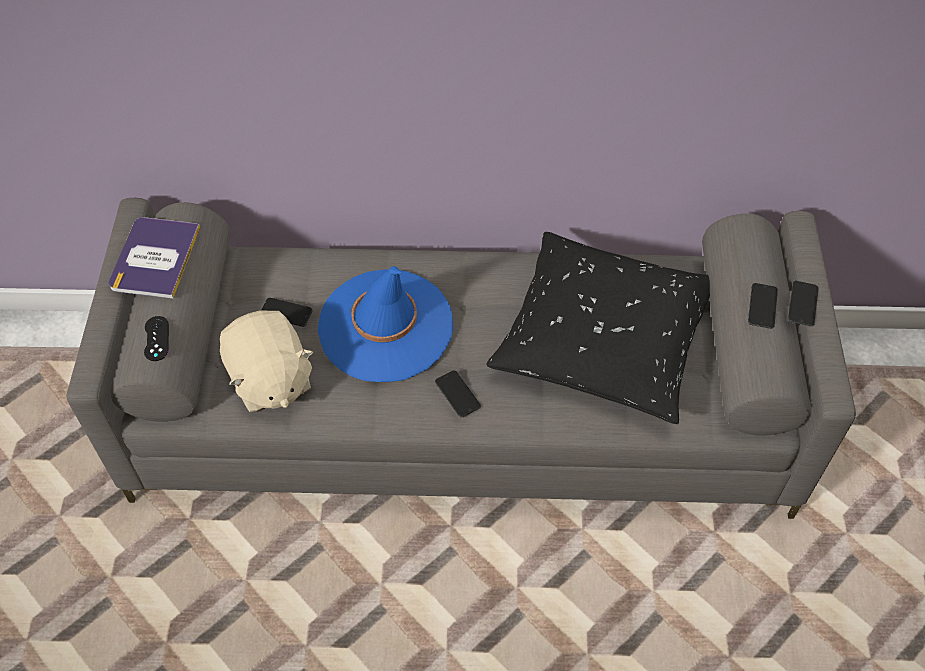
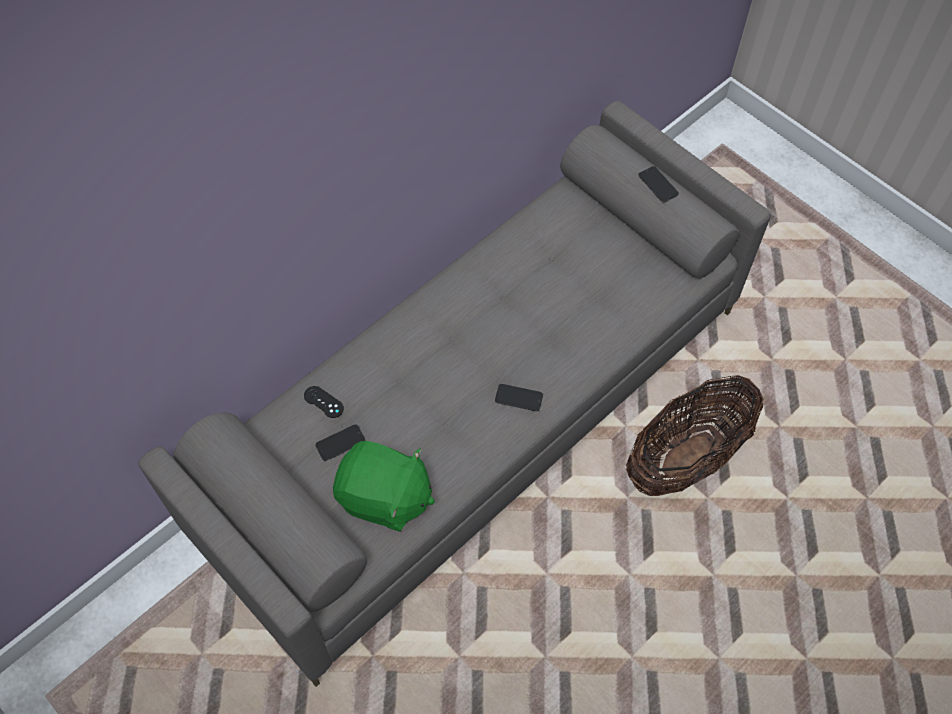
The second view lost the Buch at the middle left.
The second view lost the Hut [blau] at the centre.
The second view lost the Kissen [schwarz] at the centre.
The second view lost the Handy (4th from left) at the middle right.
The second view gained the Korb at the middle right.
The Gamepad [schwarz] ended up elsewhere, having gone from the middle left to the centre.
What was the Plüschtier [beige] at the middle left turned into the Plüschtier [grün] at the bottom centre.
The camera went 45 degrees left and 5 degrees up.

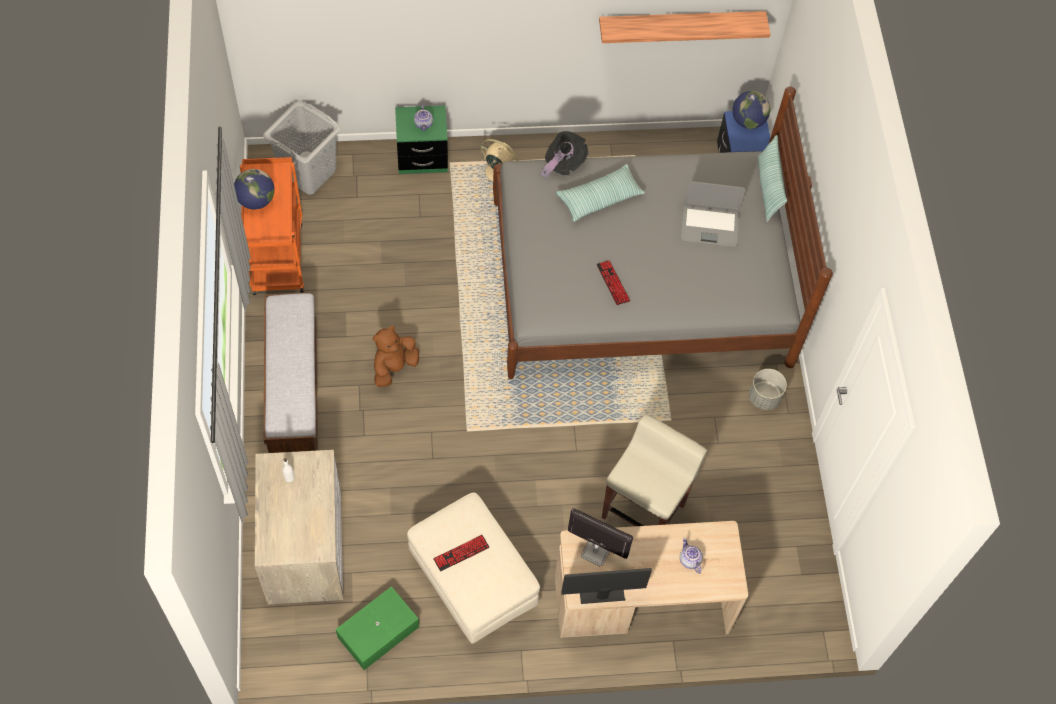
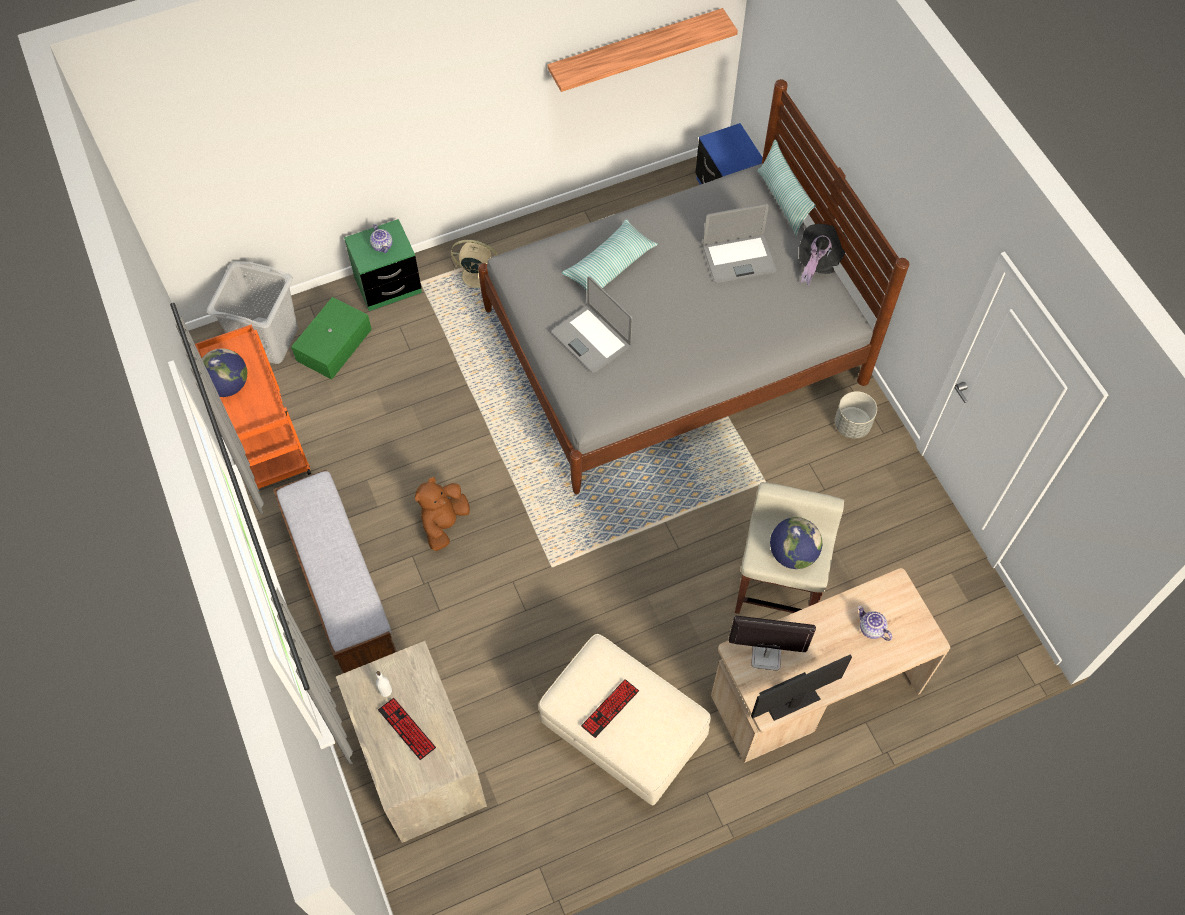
The second view gained the Laptop (1st from left) at the centre.
The Aufbewahrungsbox [grün] ended up elsewhere, having gone from the bottom centre to the middle left.
The Hut [schwarz] ended up elsewhere, having gone from the top centre to the top right.
The Tastatur (2nd from left in the first image) ended up elsewhere, having gone from the centre to the bottom centre.
The Globus (2nd from left) ended up elsewhere, having gone from the top right to the middle right.
The camera went 15 degrees left and 0 degrees up.

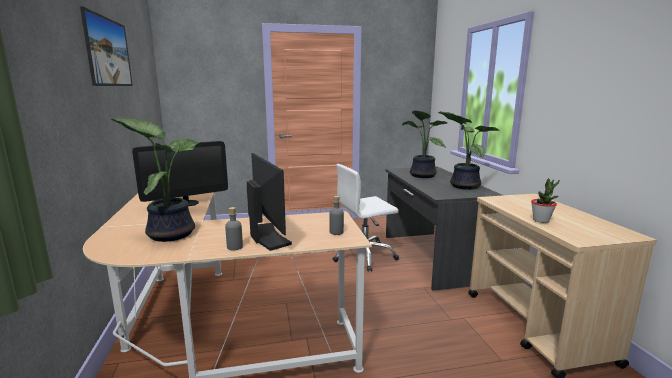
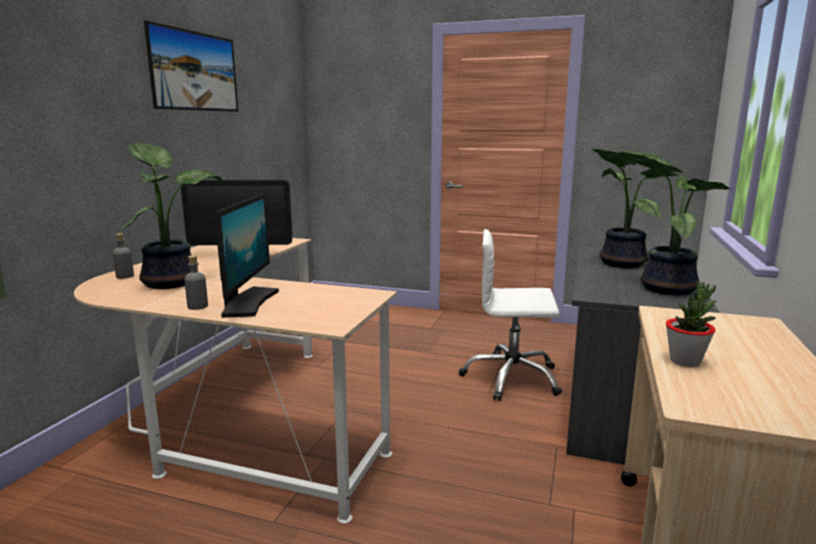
The Flasche [grau] (2nd from left in the first image) ended up elsewhere, having gone from the centre to the middle left.
The camera went 30 degrees right and 0 degrees up.

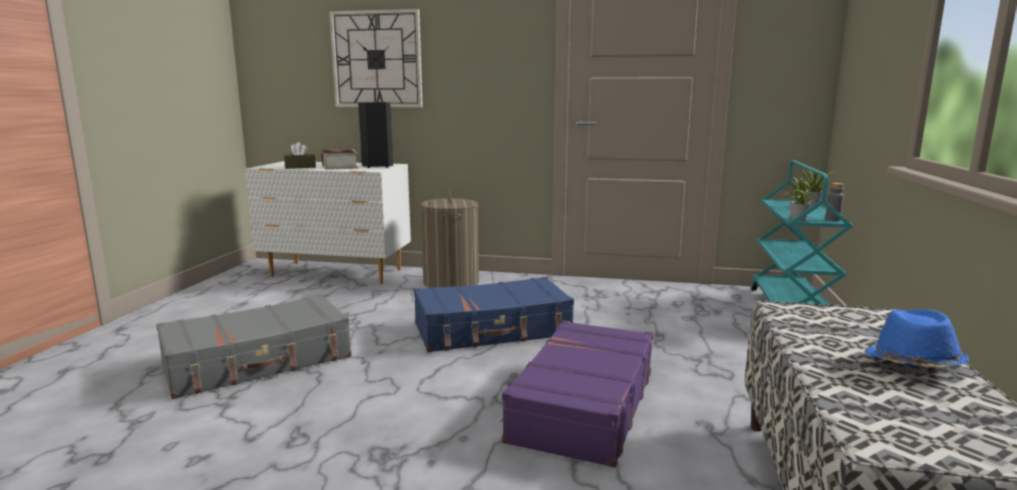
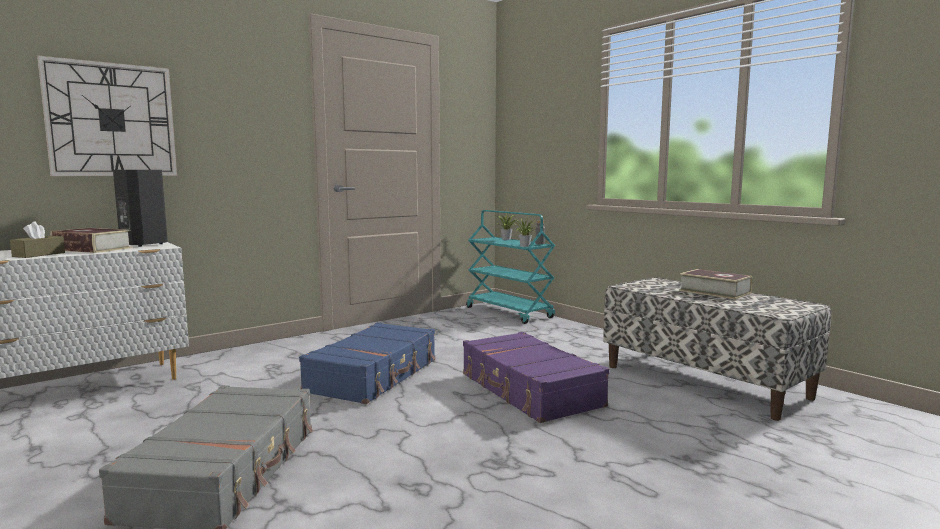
The second view lost the Wäschekorb at the centre.
Where the Hut [blau] stood at the bottom right, the Buch (2nd from left) came to stand at the middle right.
The camera went 50 degrees left and 5 degrees down.

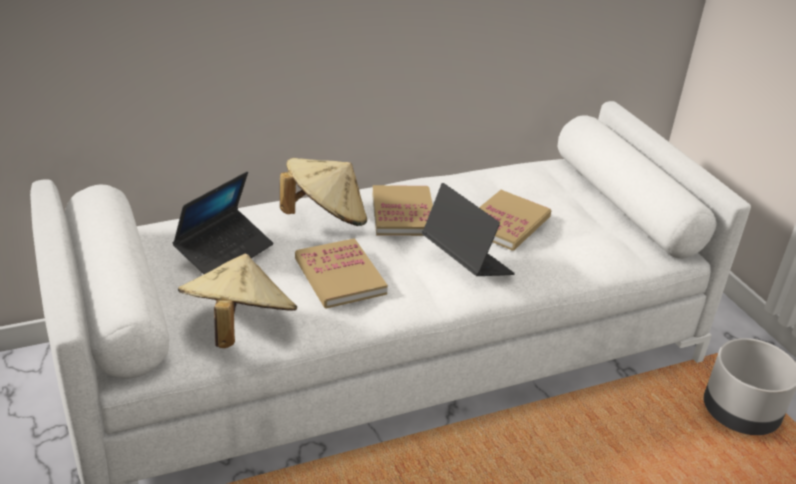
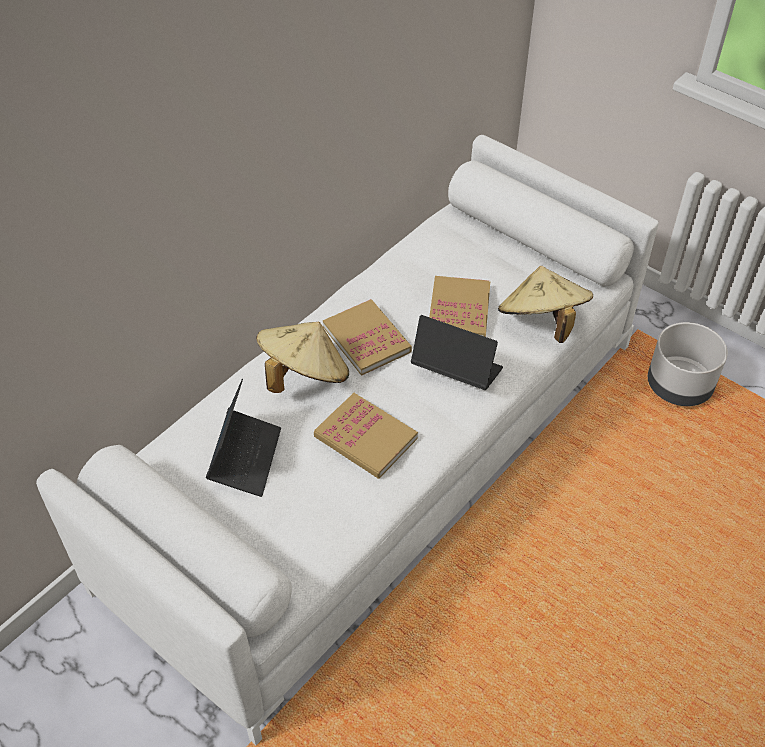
The Hut [beige] (1st from left in the first image) ended up elsewhere, having gone from the middle left to the middle right.
The camera went 25 degrees left and 15 degrees up.

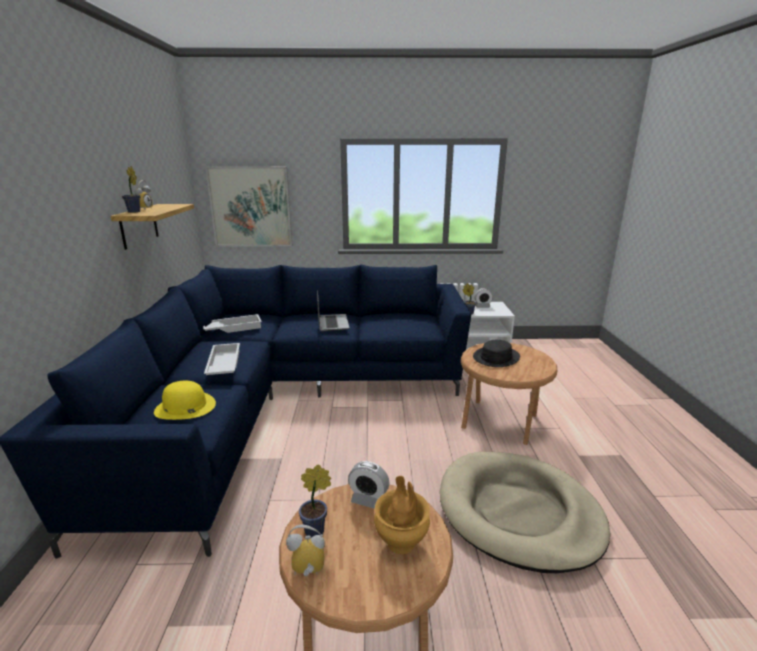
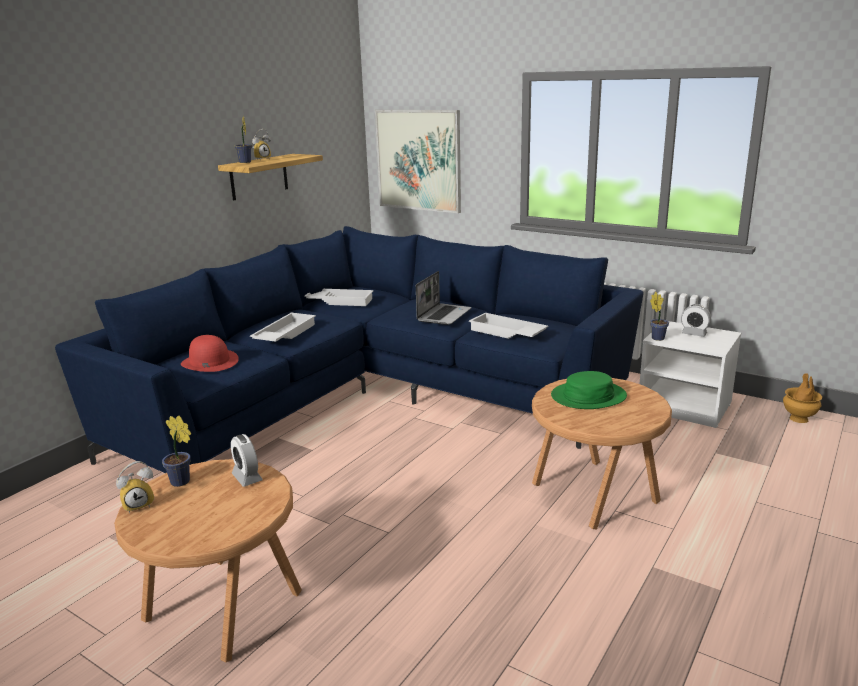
The second view lost the Hundebett [beige] at the bottom right.
The second view gained the Tablett [weiß] (3rd from left) at the centre.
The Vase [braun] ended up elsewhere, having gone from the bottom centre to the middle right.
What was the Hut [gelb] at the middle left turned into the Hut [rot] at the middle left.
What was the Hut [schwarz] at the centre turned into the Hut [grün] at the middle right.
The Wecker (2nd from left in the first image) at the bottom centre ended up facing another way, 120 degrees clockwise from before.
The camera went 35 degrees right and 0 degrees up.

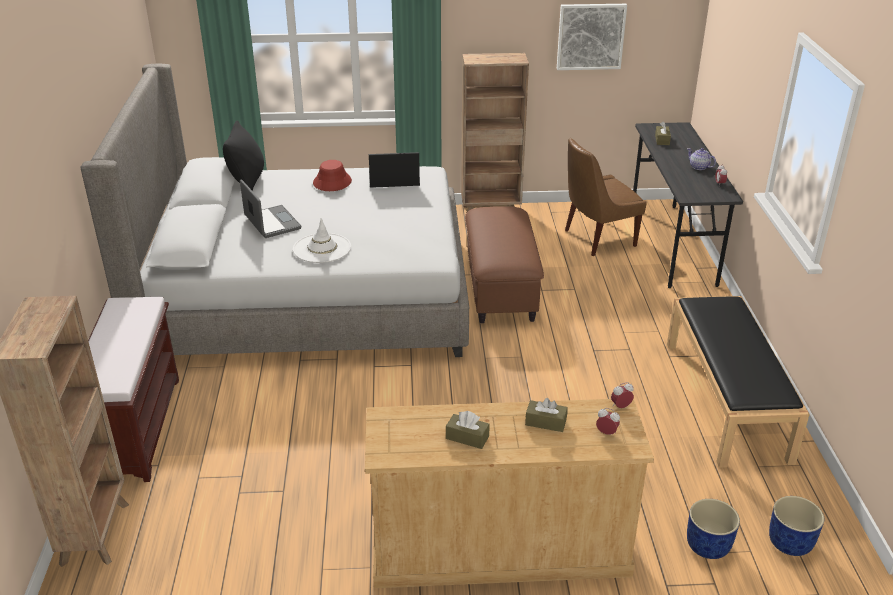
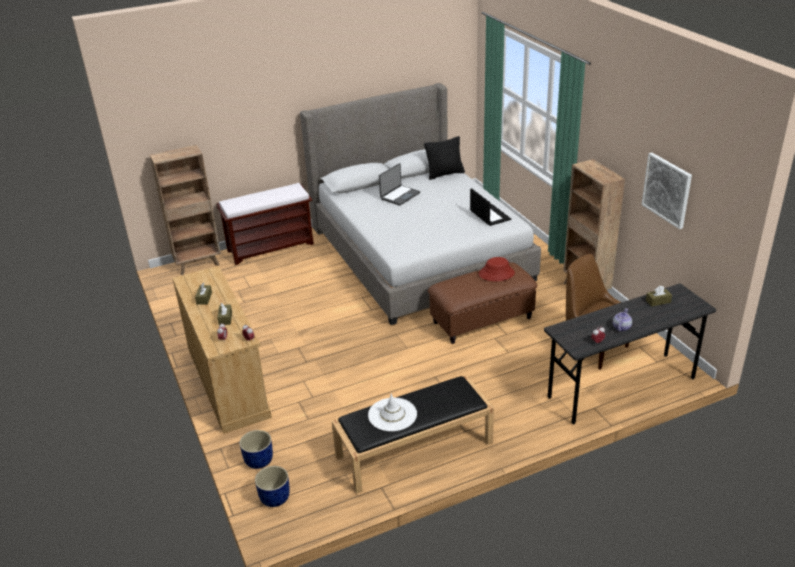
The Hut [weiß] ended up elsewhere, having gone from the centre to the bottom centre.
The Hut [rot] ended up elsewhere, having gone from the top centre to the centre.
The camera went 70 degrees right and 0 degrees up.

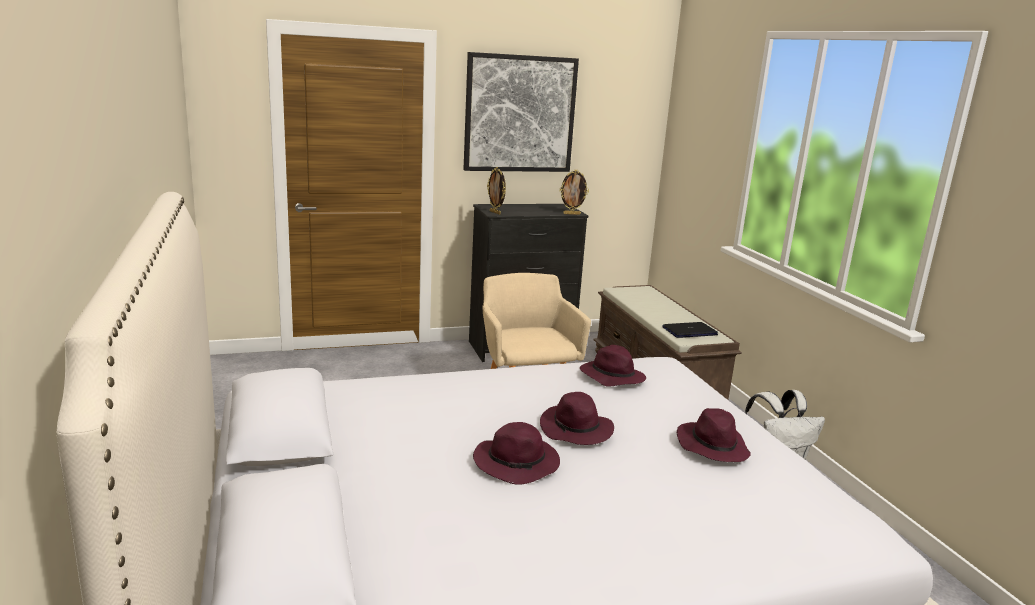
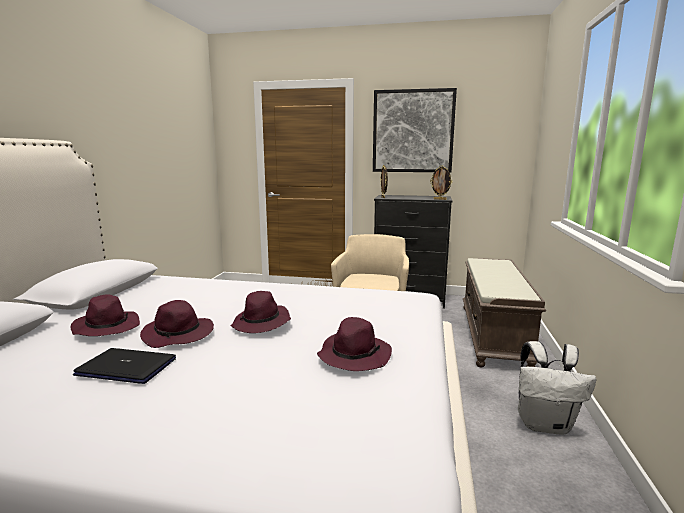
The Hut [lila] (3rd from left in the first image) ended up elsewhere, having gone from the centre to the middle left.
The Laptop ended up elsewhere, having gone from the middle right to the bottom left.
The camera went 30 degrees right and 5 degrees down.

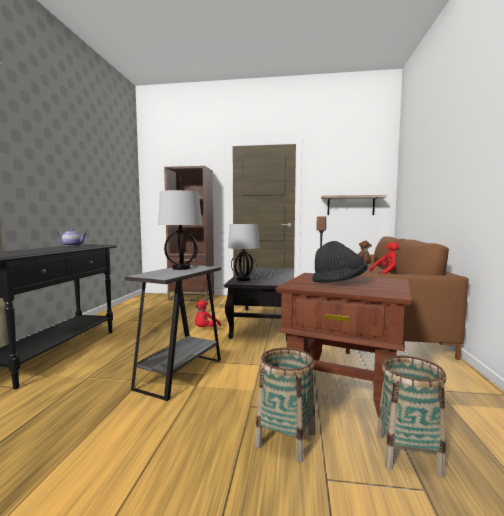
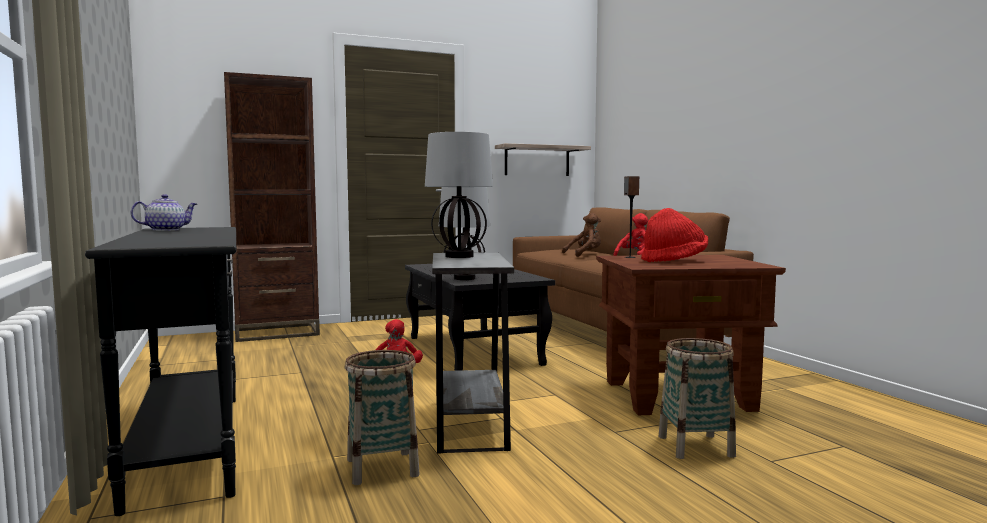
The Korb (2nd from left in the first image) ended up elsewhere, having gone from the bottom right to the bottom centre.
What was the Hut [schwarz] at the middle right turned into the Hut [rot] at the middle right.
The camera went 30 degrees left and 0 degrees up.

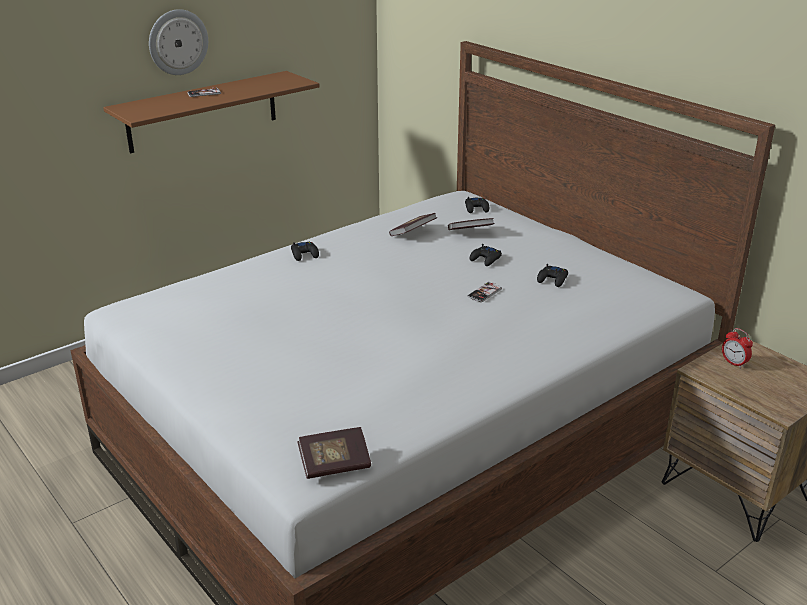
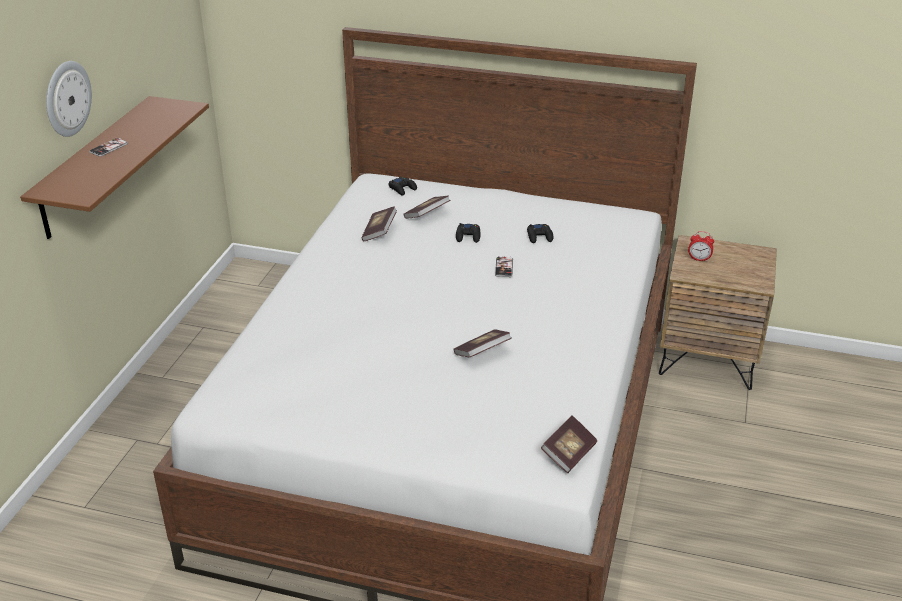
The second view lost the Gamepad [schwarz] (1st from left) at the centre.
The second view gained the Buch (3rd from left) at the centre.
The camera went 35 degrees left and 5 degrees up.

